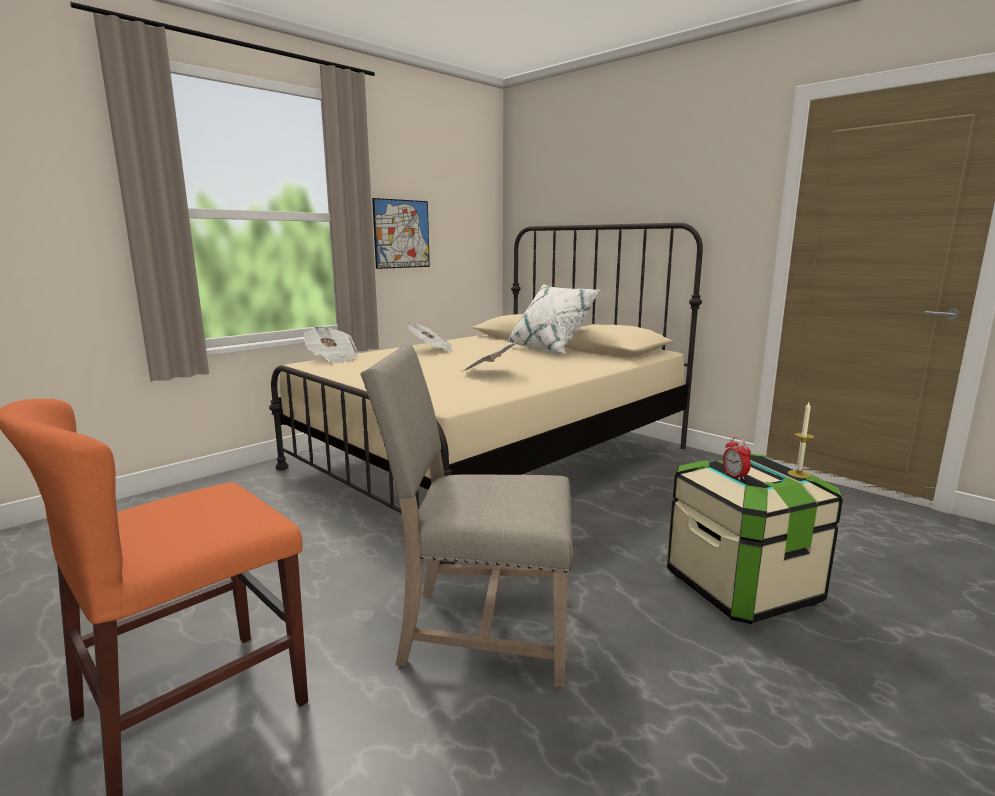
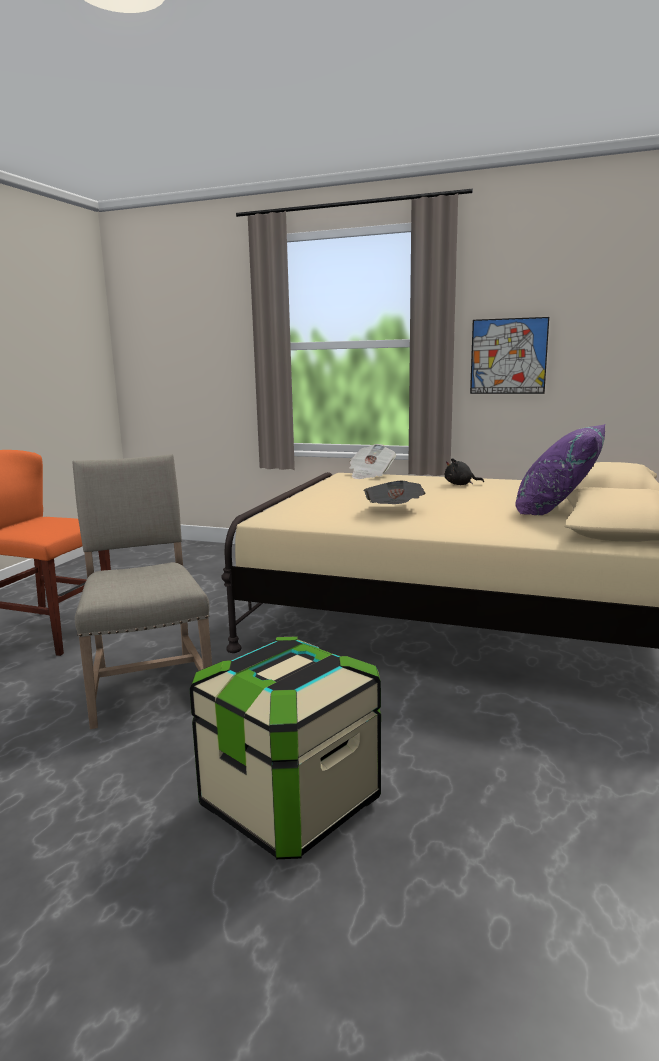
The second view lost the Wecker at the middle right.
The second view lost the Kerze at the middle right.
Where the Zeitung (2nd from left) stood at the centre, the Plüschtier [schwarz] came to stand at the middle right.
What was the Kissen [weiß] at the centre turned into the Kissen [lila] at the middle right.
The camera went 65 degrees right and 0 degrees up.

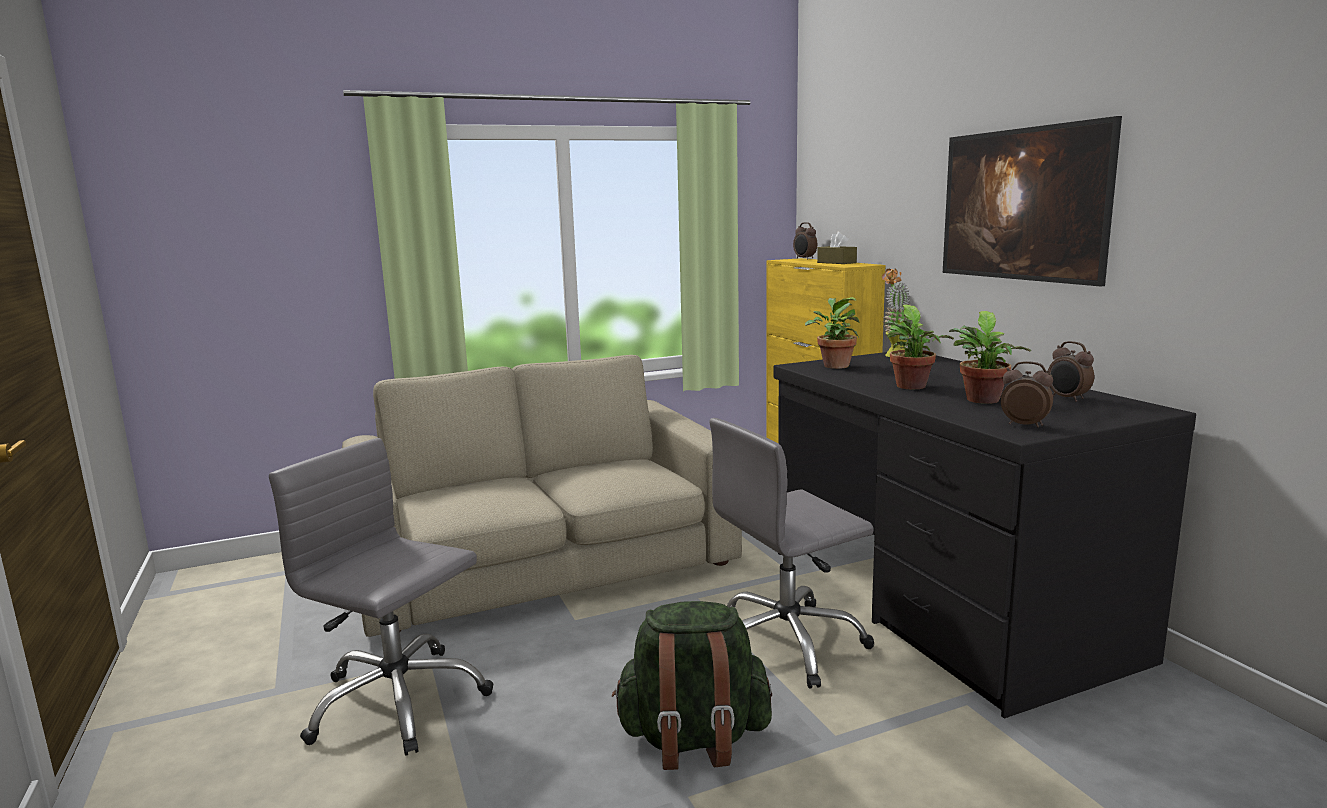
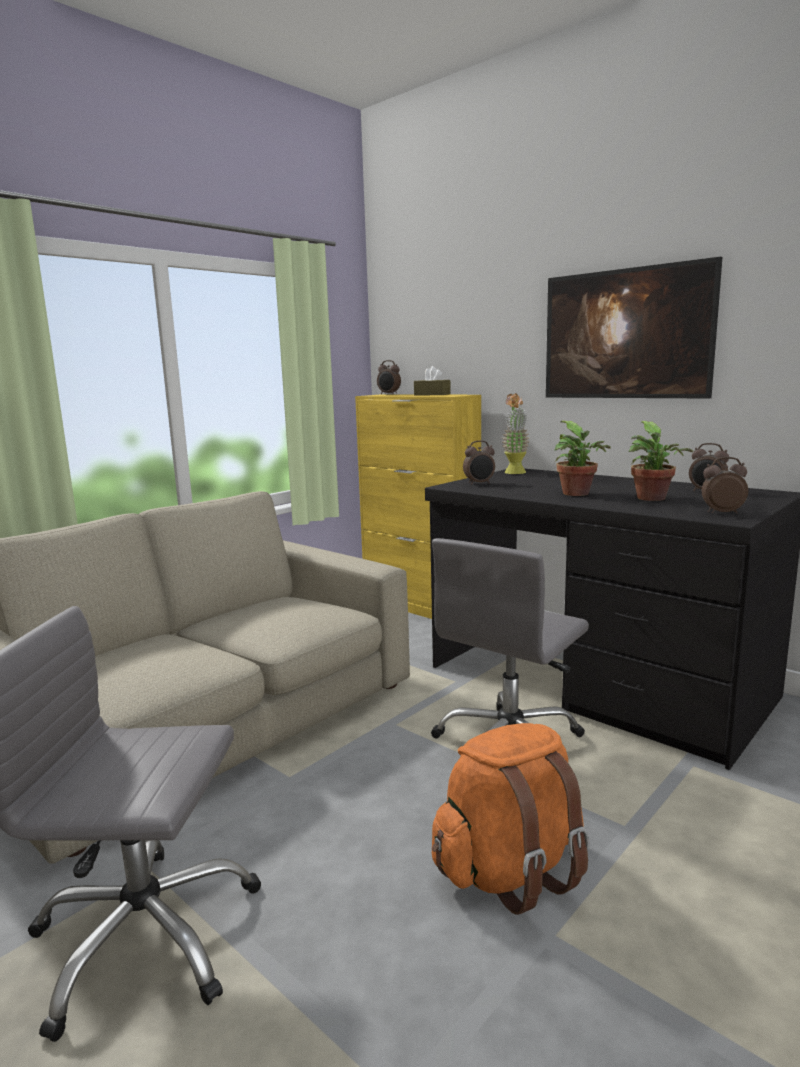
Where the Topfpflanze (1st from left) stood at the centre, the Wecker (2nd from left) came to stand at the centre.
What was the Rucksack [grün] at the bottom centre turned into the Rucksack [orange] at the bottom centre.
The camera went 25 degrees left and 0 degrees up.

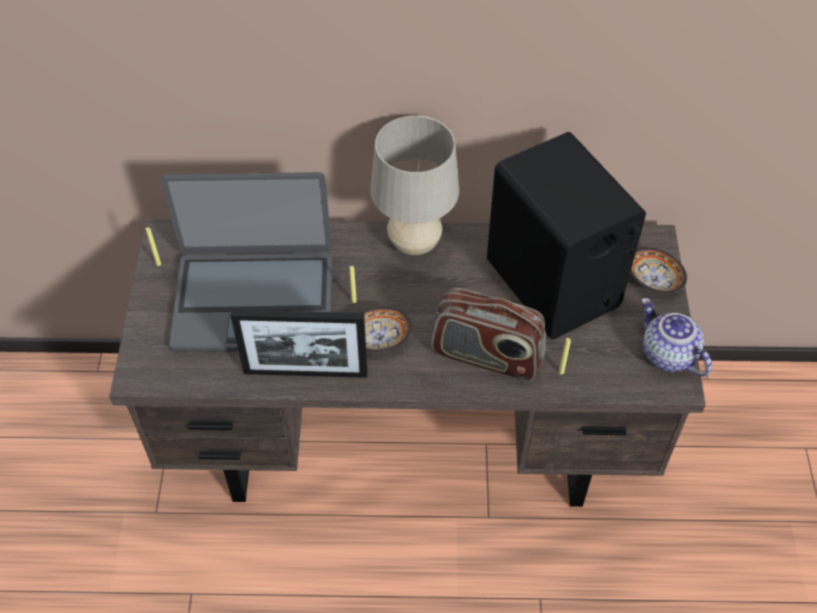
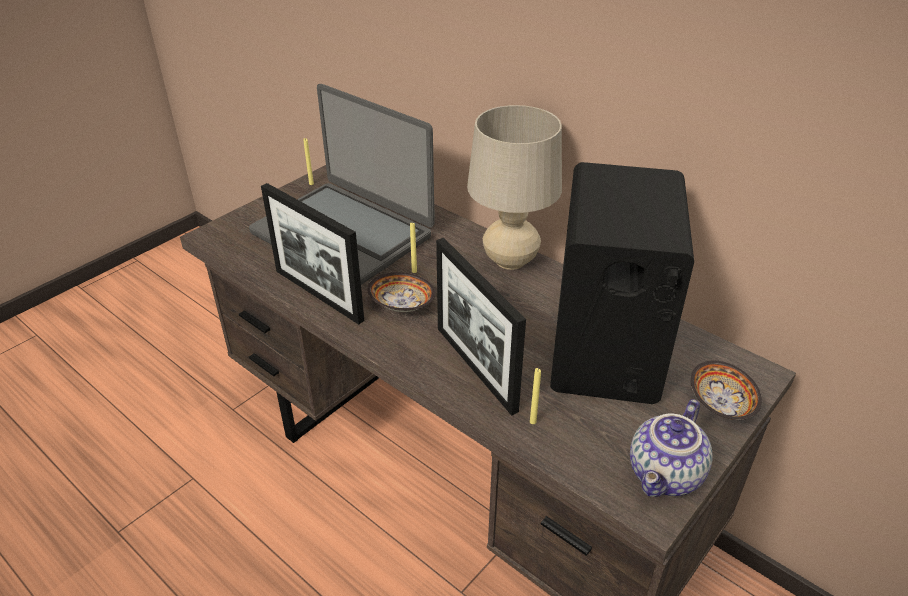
Where the Radio stood at the centre, the Bilderrahmen (2nd from left) came to stand at the centre.
The Teekanne at the middle right ended up facing another way, 150 degrees counterclockwise from before.
The camera went 40 degrees right and 15 degrees down.

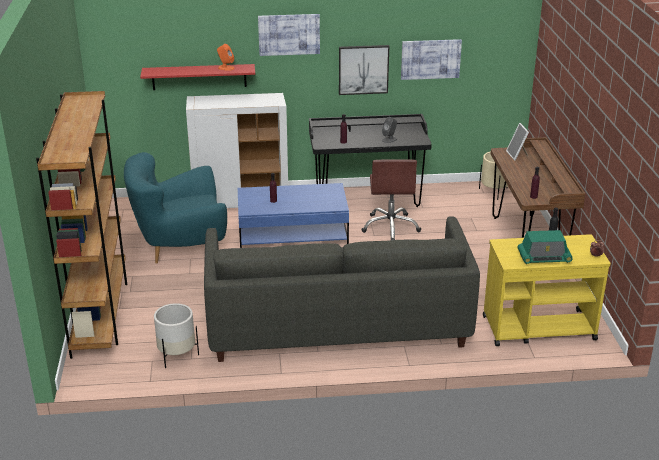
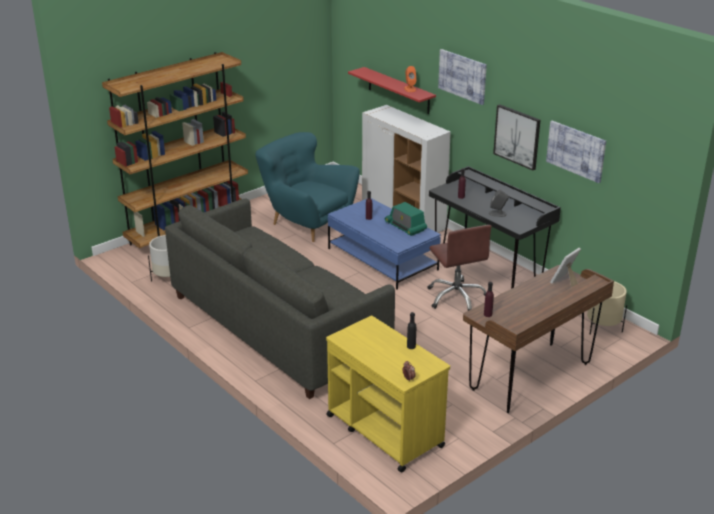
The Radio ended up elsewhere, having gone from the middle right to the centre.
The Bürostuhl [braun] at the centre ended up facing another way, 75 degrees counterclockwise from before.
The camera went 55 degrees right and 0 degrees up.

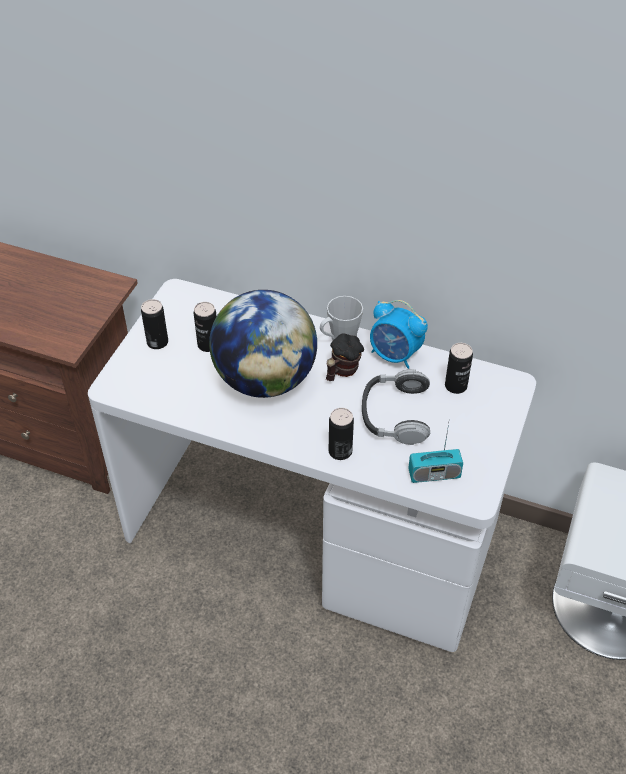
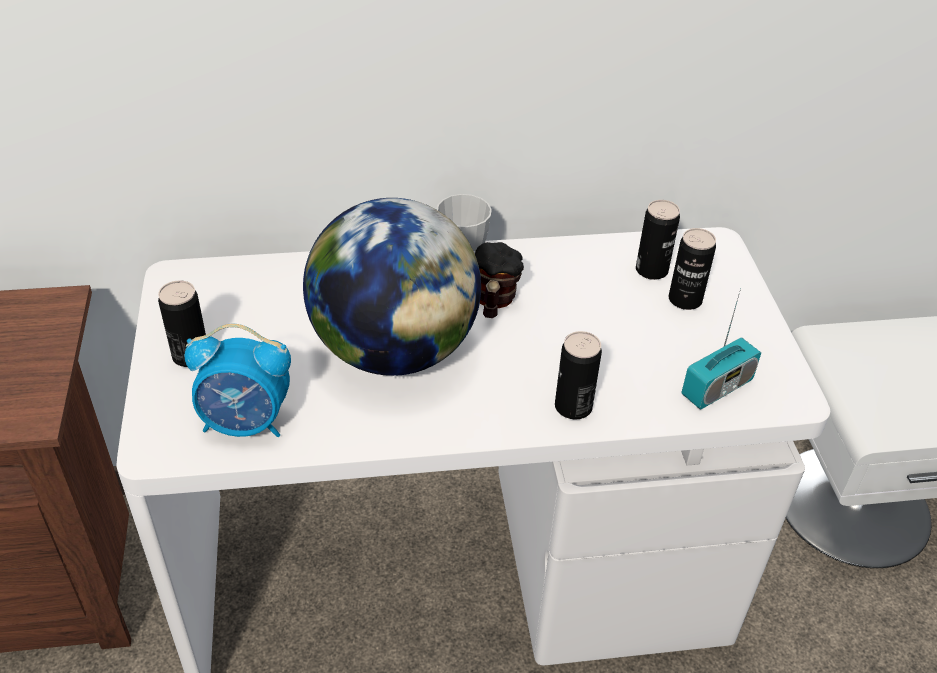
The second view lost the Kopfhörer at the centre.
The Dose (2nd from left in the first image) ended up elsewhere, having gone from the middle left to the middle right.
The Wecker ended up elsewhere, having gone from the centre to the middle left.
The camera went 30 degrees left and 5 degrees down.

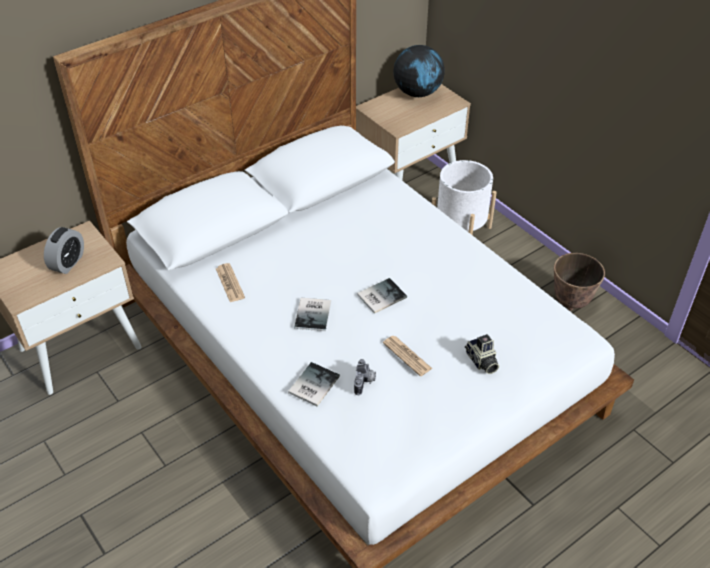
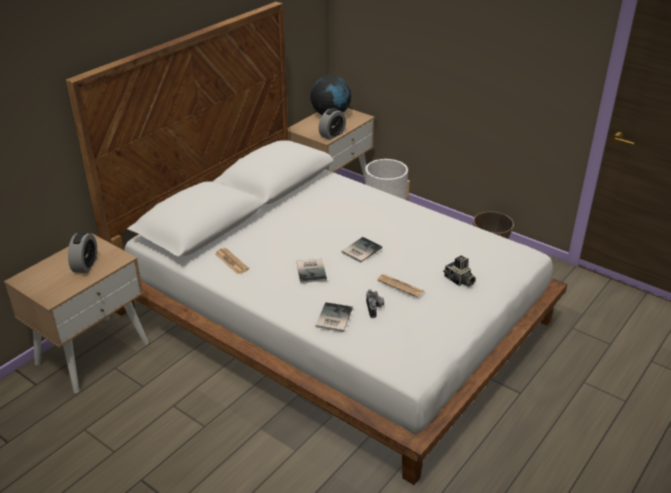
The second view gained the Wecker (2nd from left) at the top centre.
The camera went 15 degrees left and 10 degrees down.

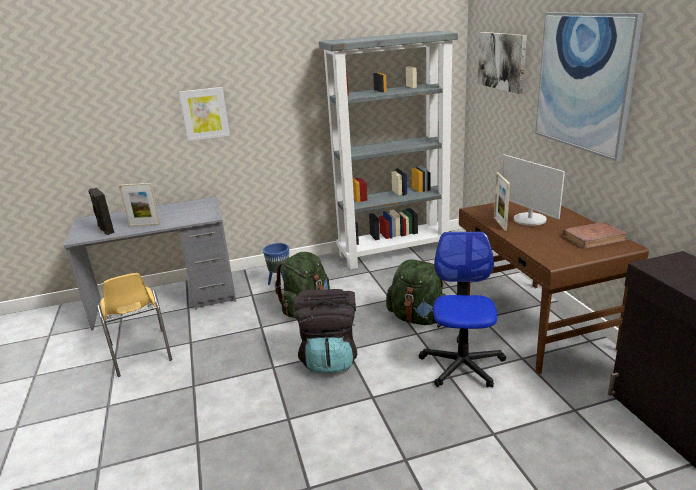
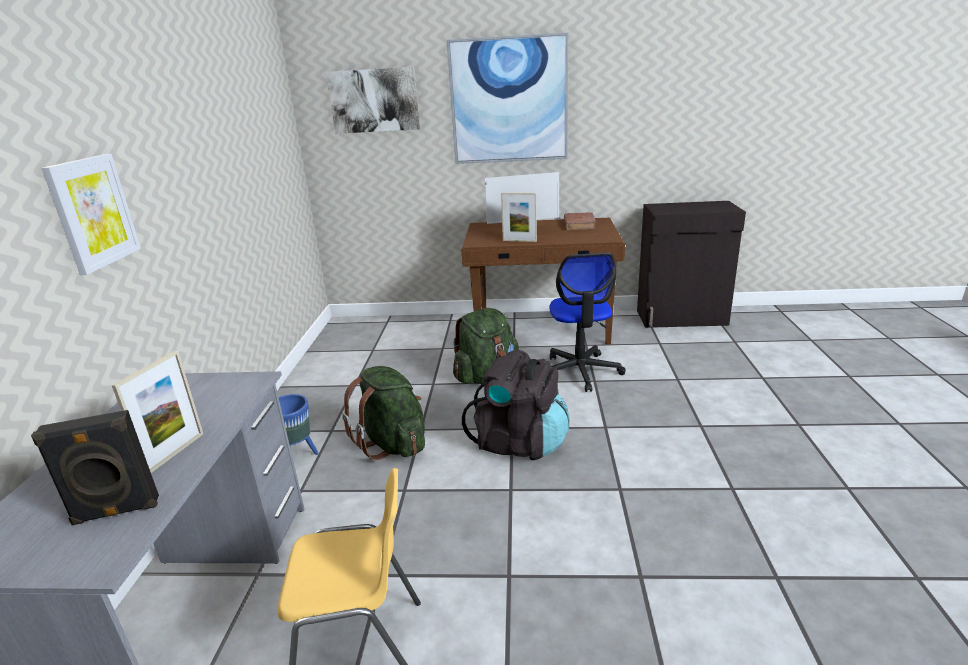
The second view lost the Bücherregal [grau] at the top centre.
The Bürostuhl at the centre ended up facing another way, 120 degrees counterclockwise from before.
The camera went 70 degrees left and 0 degrees up.

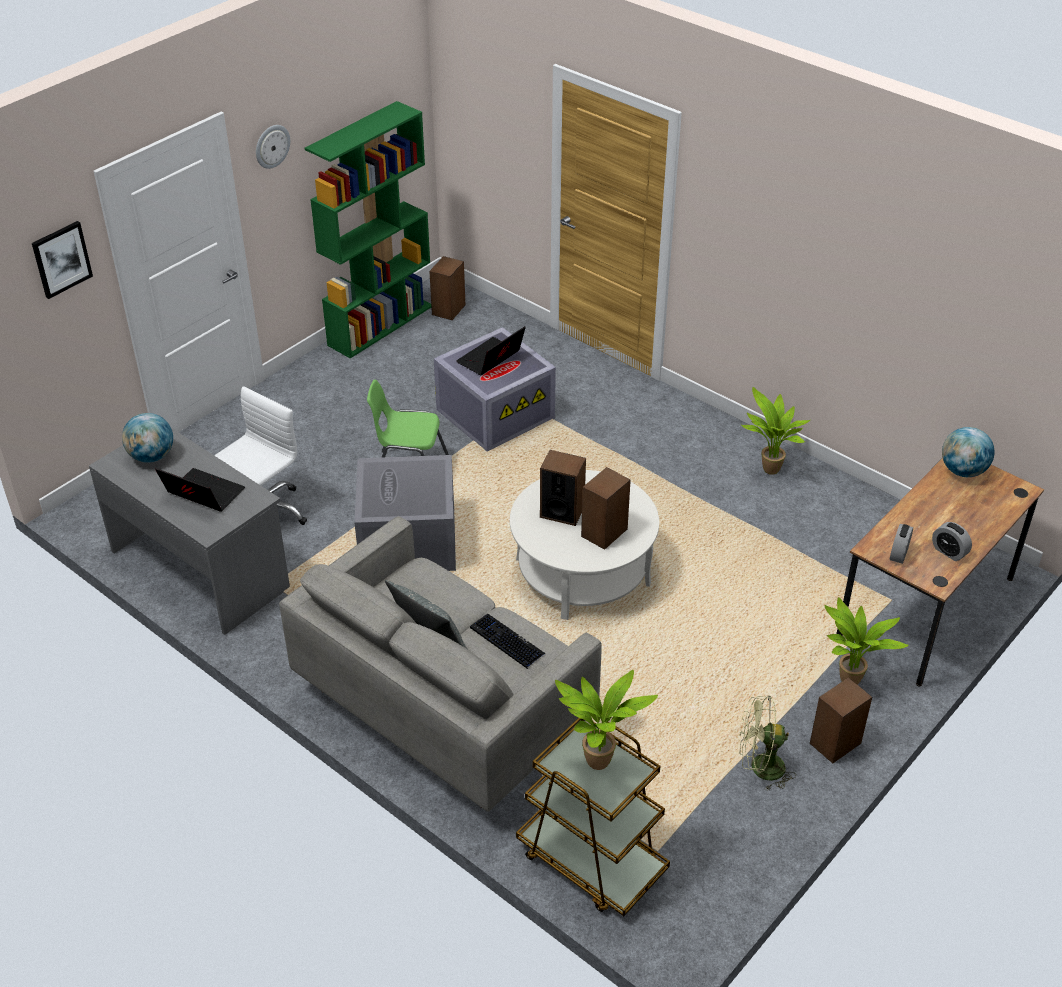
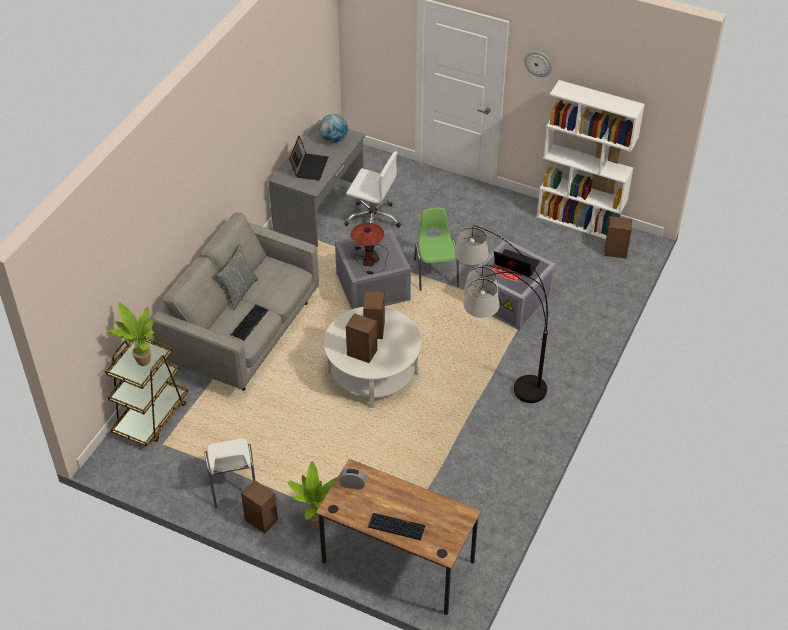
The second view lost the Bild at the top left.
The second view lost the Topfpflanze (2nd from left) at the middle right.
The second view lost the Wecker (2nd from left) at the middle right.
The second view lost the Globus (2nd from left) at the middle right.
The second view gained the Tischlampe at the centre.
The second view gained the Tastatur (2nd from left) at the bottom centre.
The second view gained the Stehlampe at the centre.
Where the Ventilator [grün] stood at the bottom right, the Stuhl [weiß] came to stand at the bottom left.
What was the Bücherregal [grün] at the top centre turned into the Bücherregal [weiß] at the top right.
The camera went 75 degrees right and 5 degrees up.

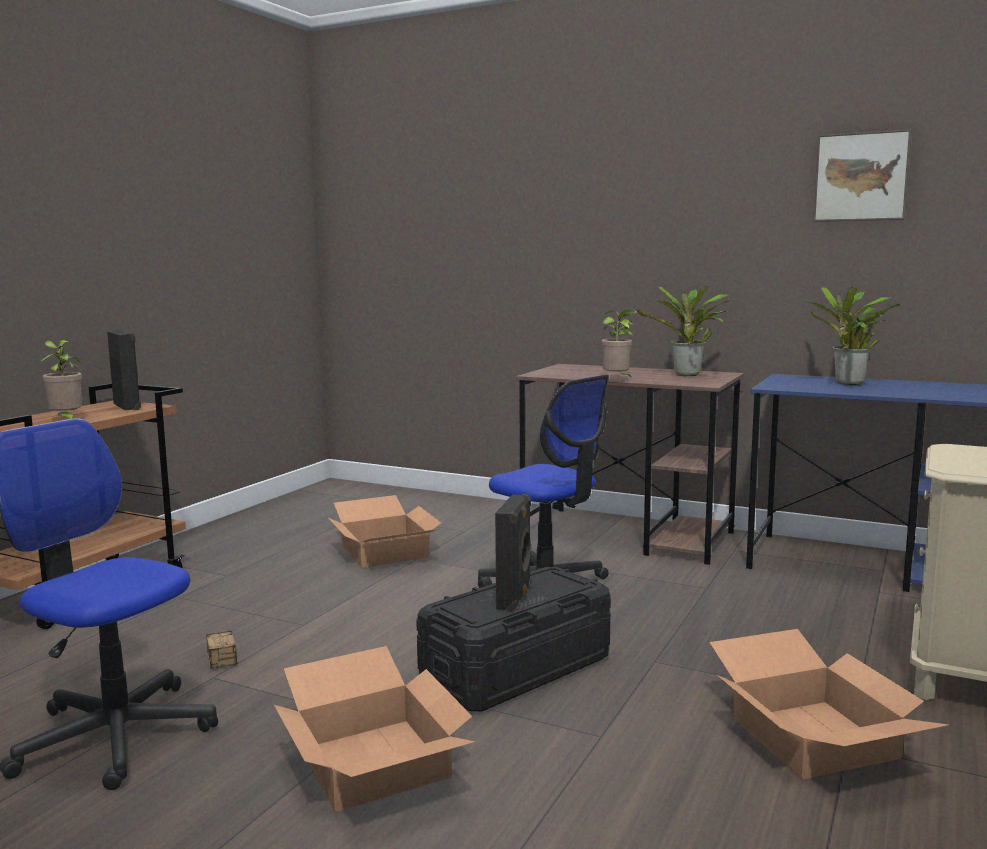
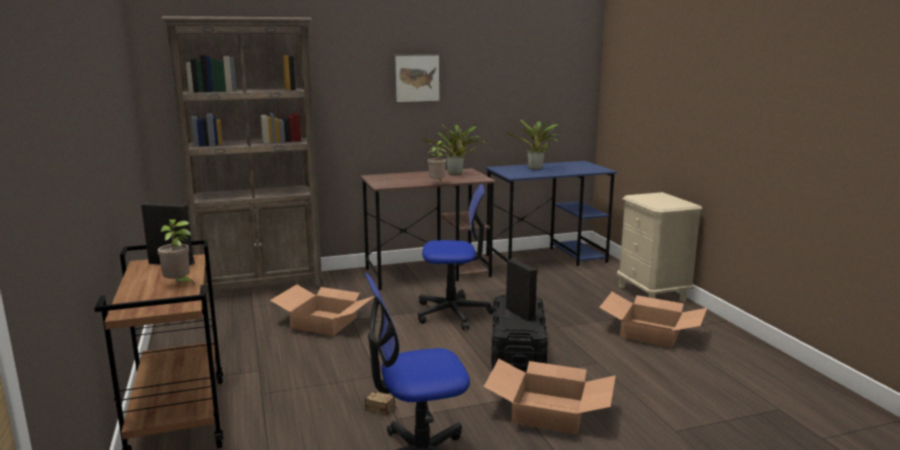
The second view gained the Bücherregal [braun] at the middle left.
The Bild ended up elsewhere, having gone from the top right to the top centre.
The camera went 45 degrees left and 5 degrees up.

